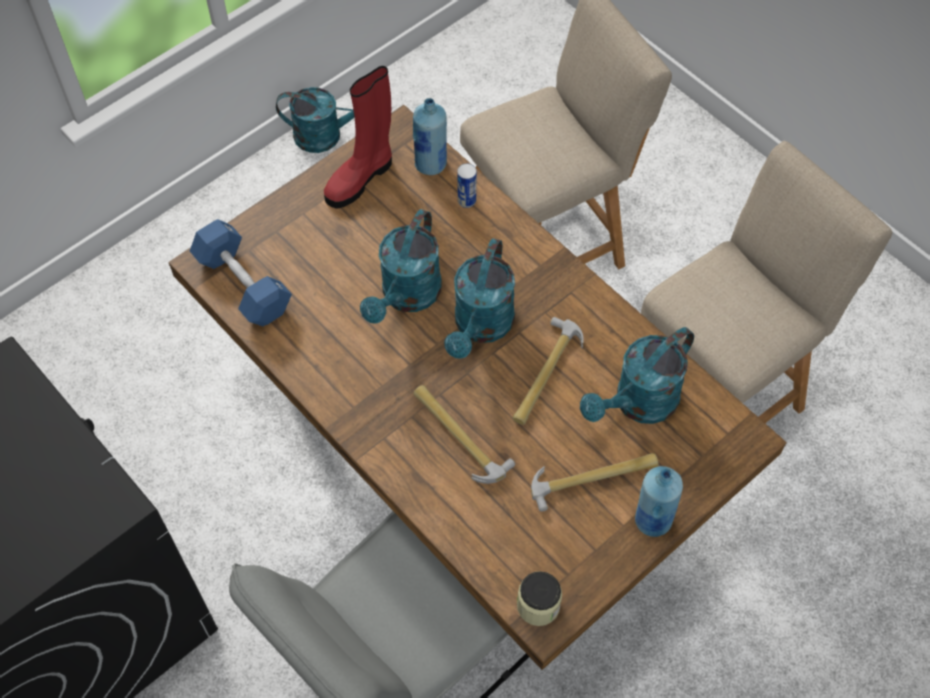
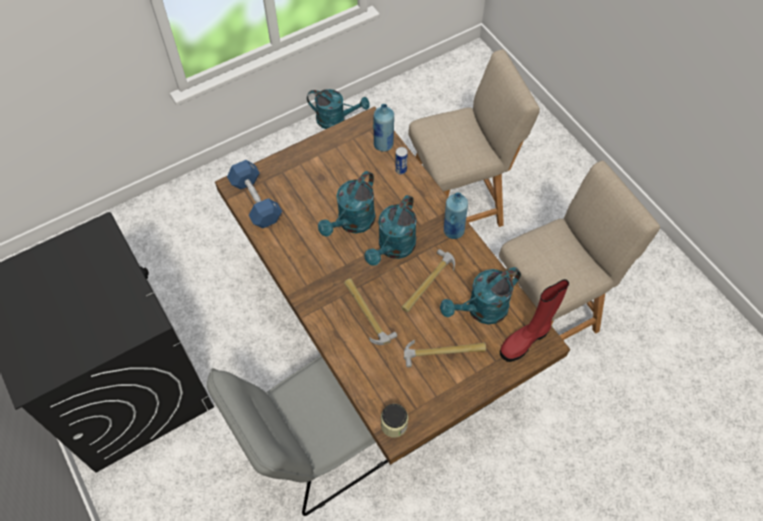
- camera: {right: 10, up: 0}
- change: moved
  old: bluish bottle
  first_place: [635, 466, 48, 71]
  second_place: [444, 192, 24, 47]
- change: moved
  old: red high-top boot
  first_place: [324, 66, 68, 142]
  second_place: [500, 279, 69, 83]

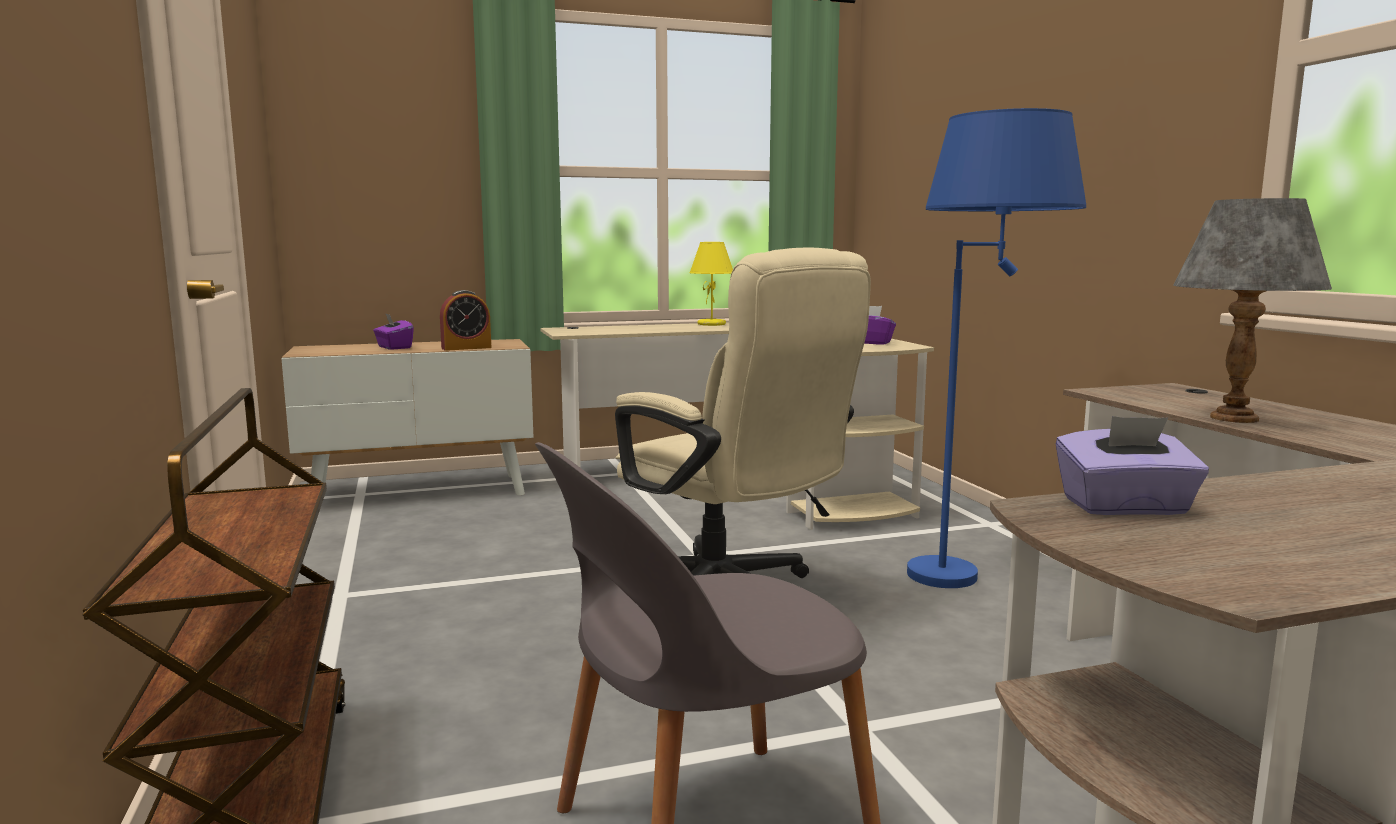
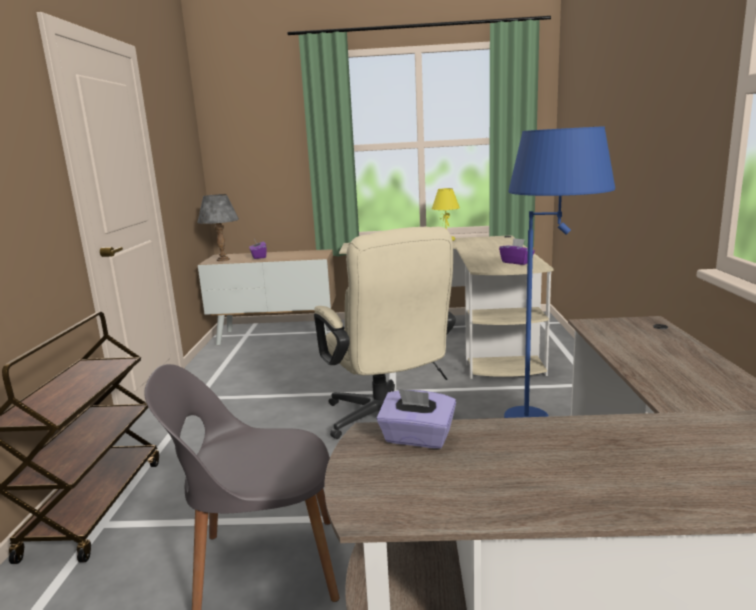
- camera: {right: 20, up: 5}
- change: moved
  old: gray tabletop lamp
  first_place: [1173, 198, 159, 225]
  second_place: [197, 194, 42, 67]
- change: removed
  old: table clock
  first_place: [440, 290, 51, 61]

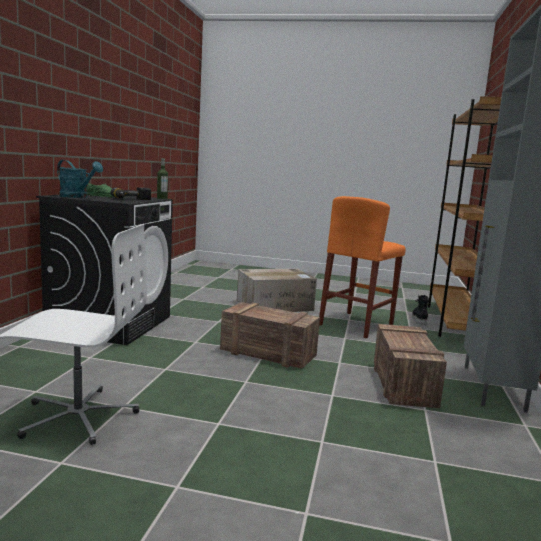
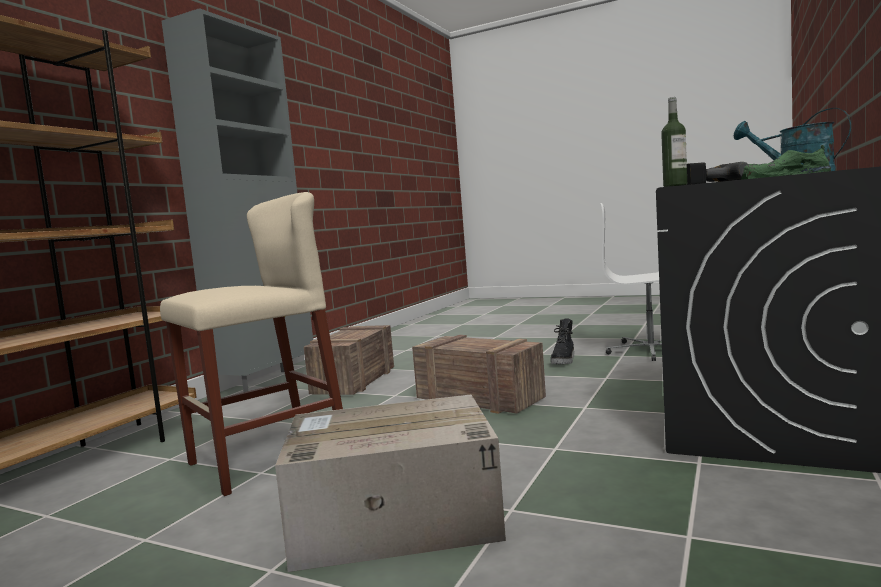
- camera: {right: -165, up: -5}
- change: recoloured
  old: orange-coloured stool
  new: beige stool
  first_place: [319, 196, 87, 142]
  second_place: [160, 192, 183, 304]
- change: moved
  old: black-coloured high-top boot
  first_place: [412, 294, 18, 31]
  second_place: [551, 318, 23, 46]

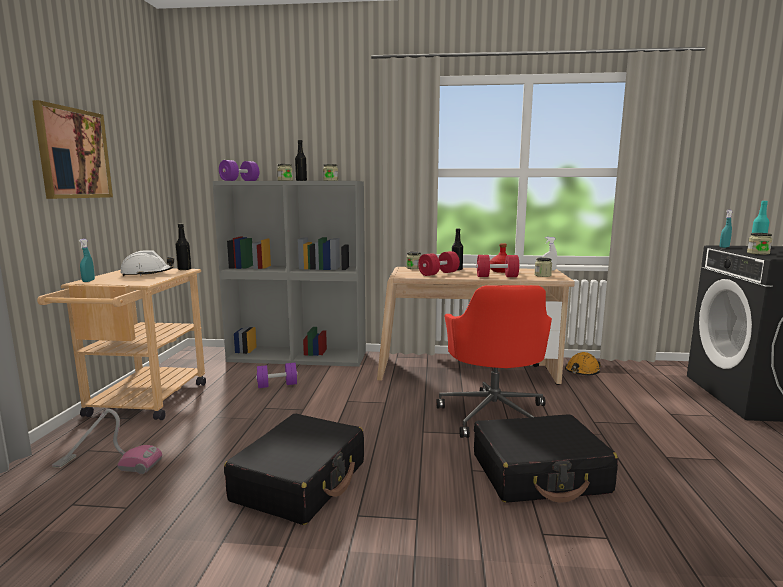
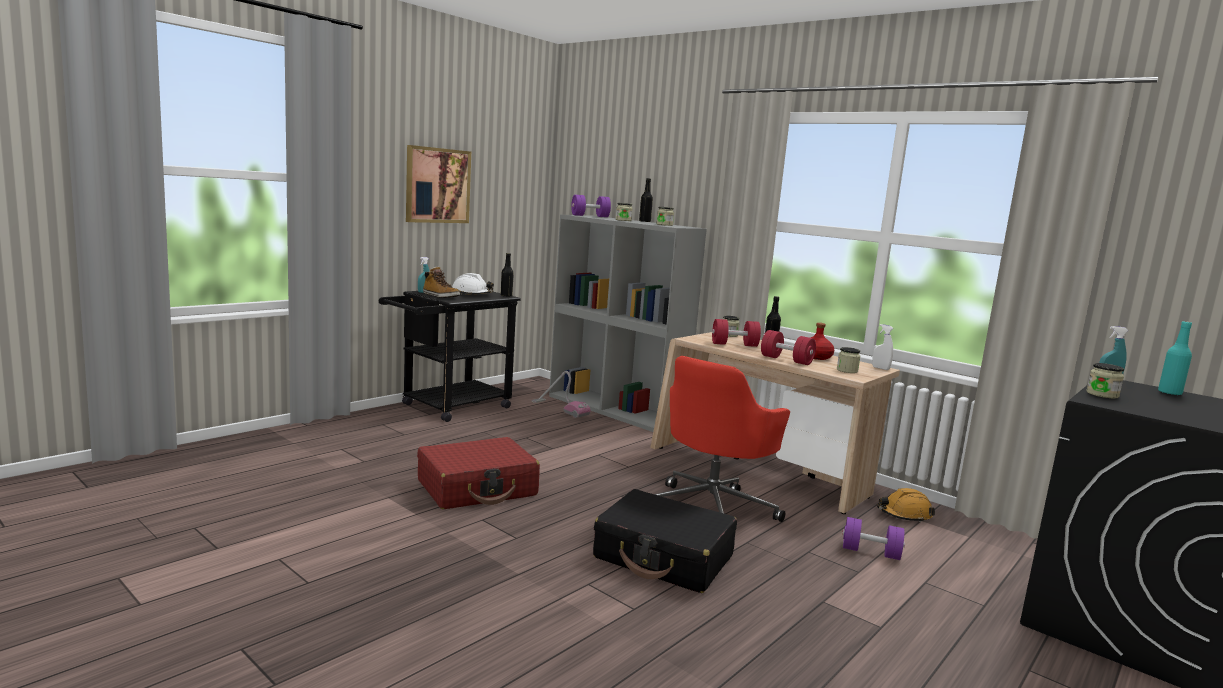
- camera: {right: 35, up: 0}
- change: recoloured
  old: beige cart
  new: black-coloured cart
  first_place: [37, 269, 169, 151]
  second_place: [379, 291, 142, 131]
- change: recoloured
  old: black-coloured suitcase
  new: red suitcase
  first_place: [224, 414, 140, 111]
  second_place: [417, 437, 123, 72]
- change: added
  new: high-top boot
  second_place: [423, 266, 37, 32]
- change: moved
  old: hoover
  first_place: [52, 409, 110, 65]
  second_place: [531, 371, 60, 47]
- change: moved
  old: purplish dumbbell
  first_place: [256, 363, 42, 25]
  second_place: [842, 517, 63, 43]

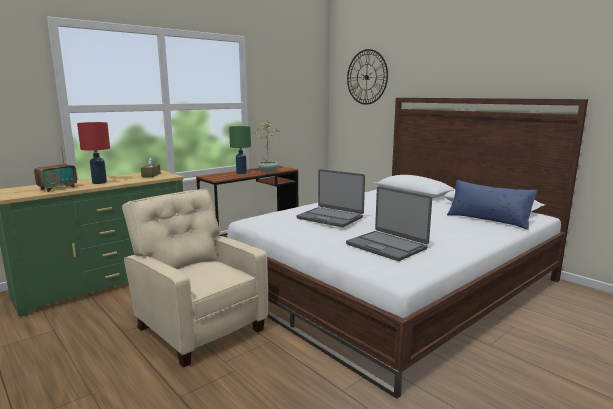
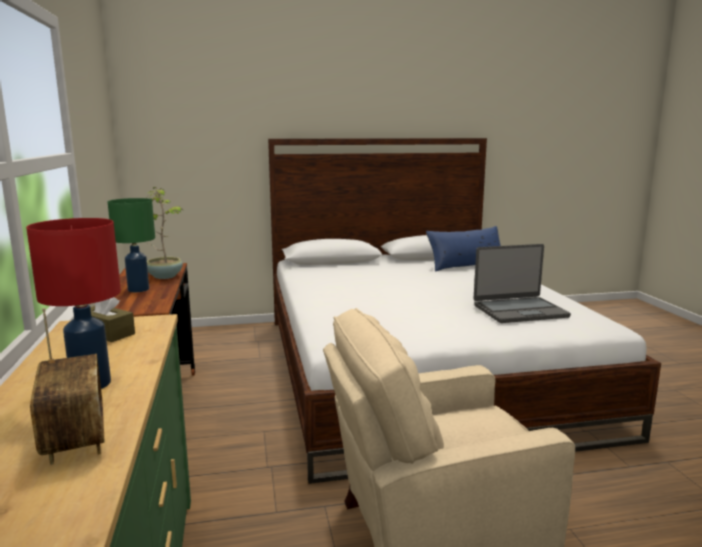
- camera: {right: -60, up: 0}
- change: removed
  old: laptop
  first_place: [297, 169, 68, 58]
- change: removed
  old: hanging clock
  first_place: [347, 49, 41, 56]

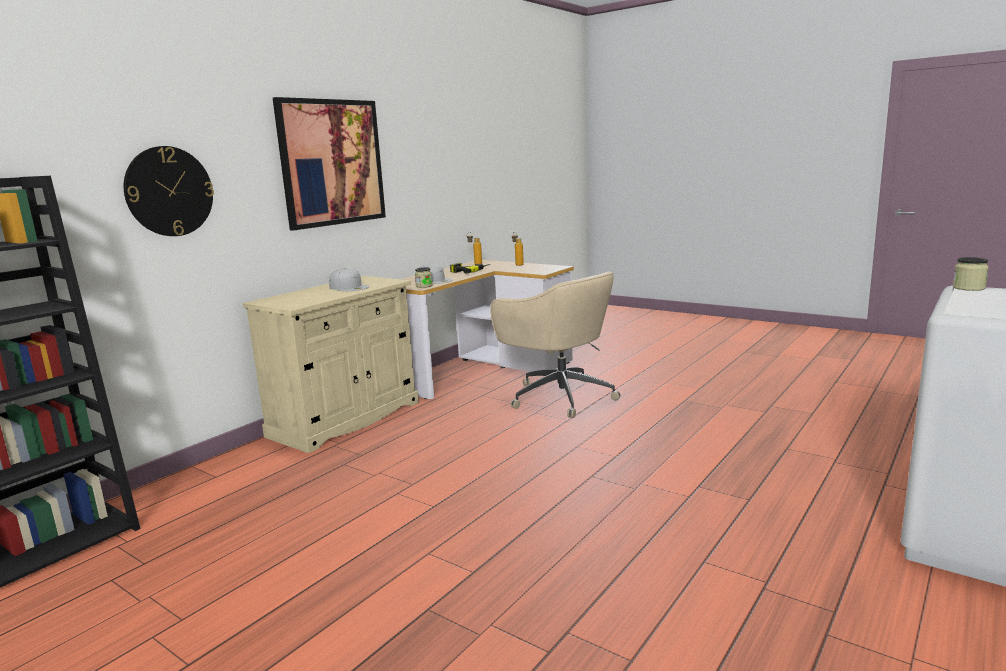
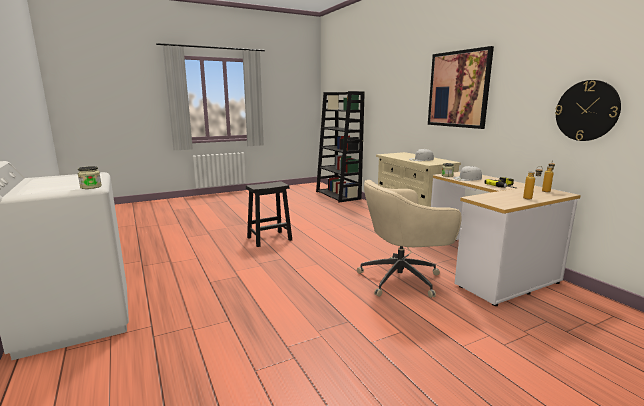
- camera: {right: 115, up: 0}
- change: added
  new: black-coloured stool
  second_place: [246, 181, 46, 66]
- change: moved
  old: hanging clock
  first_place: [124, 146, 90, 90]
  second_place: [555, 80, 66, 61]

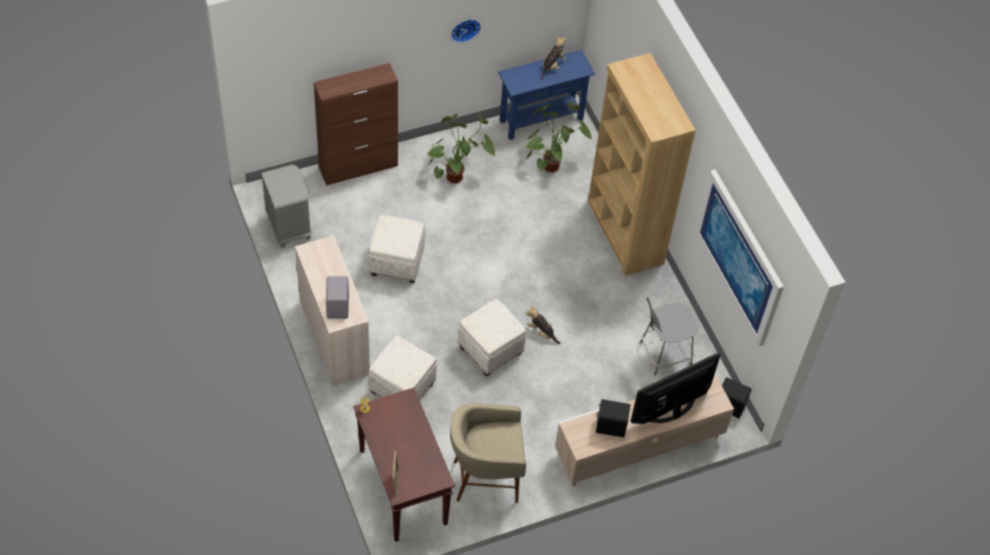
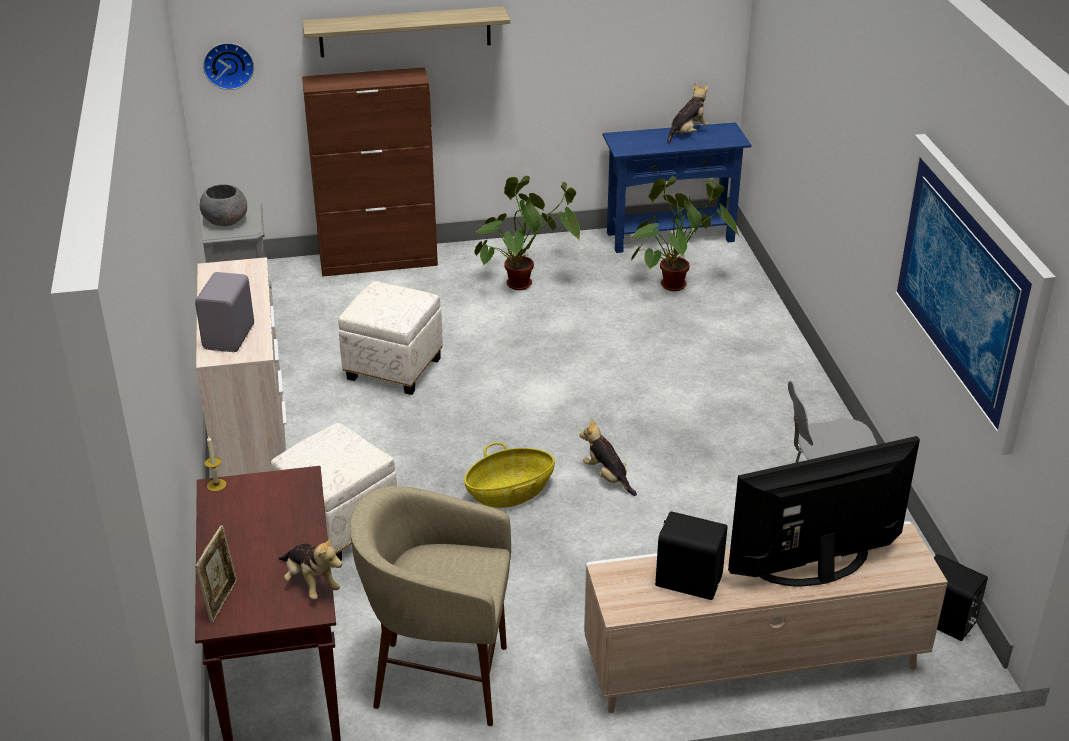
- camera: {right: 15, up: -20}
- change: added
  new: gray bowl
  second_place: [200, 184, 47, 42]
- change: moved
  old: hanging clock
  first_place: [451, 19, 30, 24]
  second_place: [203, 43, 51, 47]
- change: added
  new: cuddly toy
  second_place: [278, 535, 64, 64]
- change: added
  new: shelf
  second_place: [302, 6, 208, 51]
- change: replaced
  old: whitish pouffe
  new: storage basket
  first_place: [458, 299, 68, 78]
  second_place: [464, 442, 91, 66]
- change: removed
  old: brown-coloured bookshelf
  first_place: [588, 53, 108, 223]

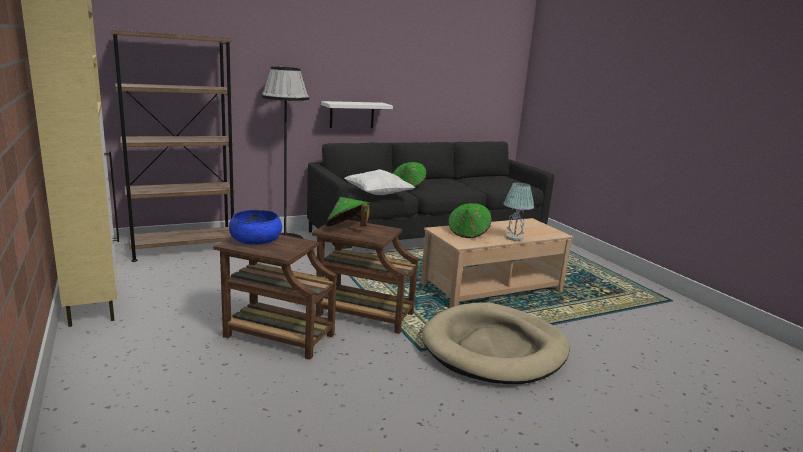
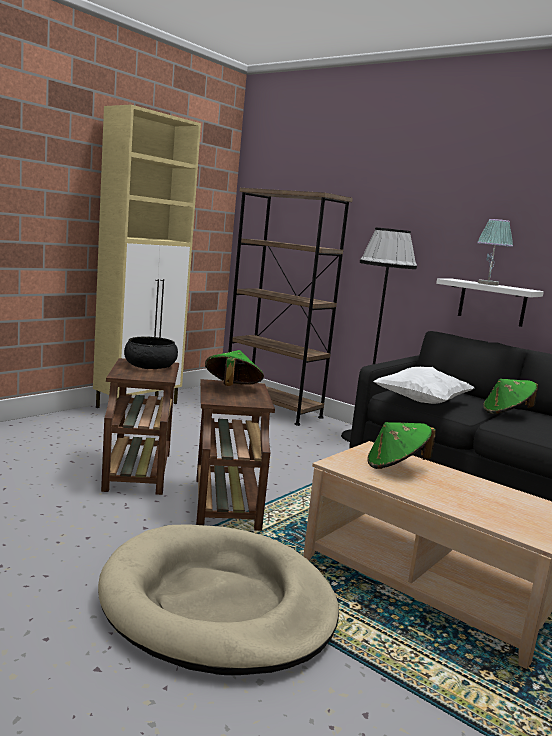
- camera: {right: 65, up: -5}
- change: recoloured
  old: bluish bowl
  new: black-coloured bowl
  first_place: [229, 210, 53, 35]
  second_place: [124, 336, 54, 33]
- change: moved
  old: tabletop lamp
  first_place: [503, 182, 31, 59]
  second_place: [477, 219, 36, 66]

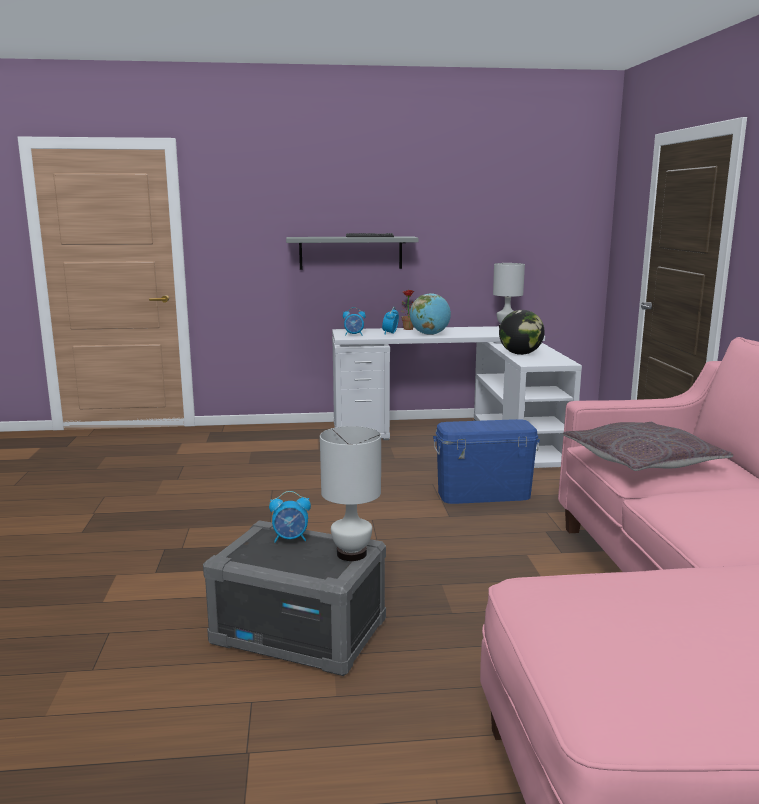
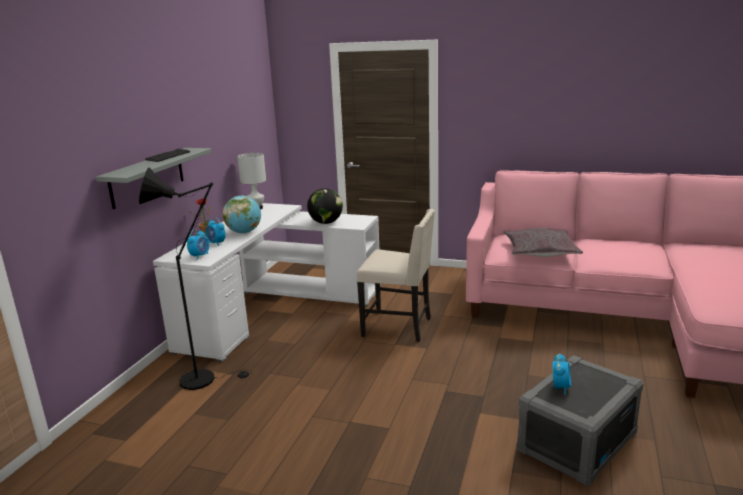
- camera: {right: -65, up: 5}
- change: added
  new: black-coloured standing lamp
  second_place: [139, 168, 113, 222]
- change: replaced
  old: bluish storage container
  new: beige plain chair
  first_place: [433, 419, 107, 85]
  second_place: [356, 209, 79, 133]
- change: removed
  old: whitish tabletop lamp
  first_place: [320, 426, 61, 135]

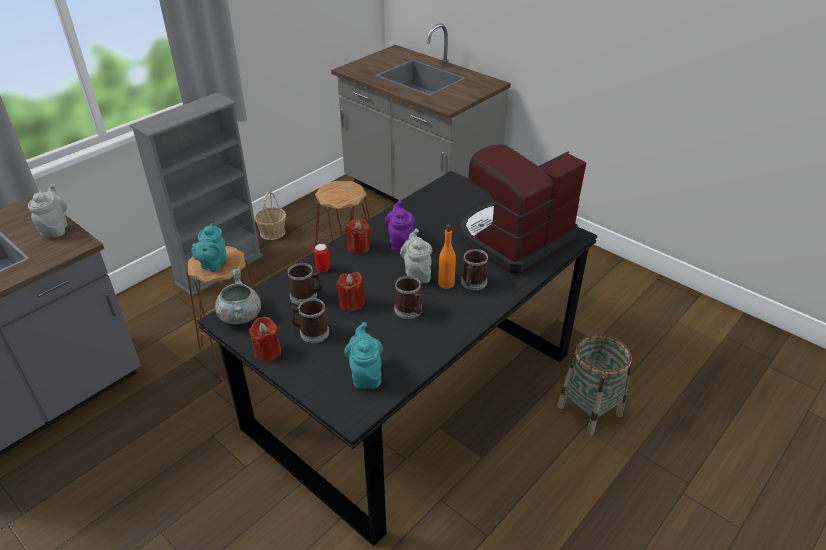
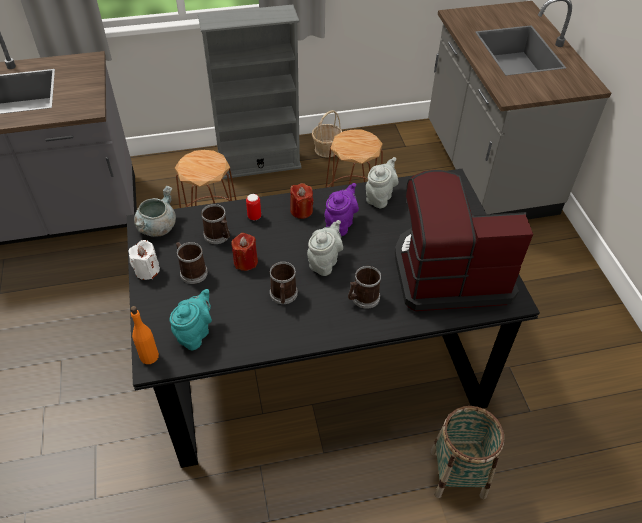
- camera: {right: 35, up: 10}
- change: recoloured
  old: red candle
  new: whitish candle
  first_place: [249, 317, 32, 44]
  second_place: [128, 240, 32, 40]
- change: moved
  old: orange-coloured bottle
  first_place: [438, 224, 18, 65]
  second_place: [130, 306, 29, 58]
- change: moved
  old: gray tea pot
  first_place: [28, 184, 40, 54]
  second_place: [366, 157, 32, 51]
- change: removed
  old: turquoise tea pot
  first_place: [191, 223, 36, 49]

